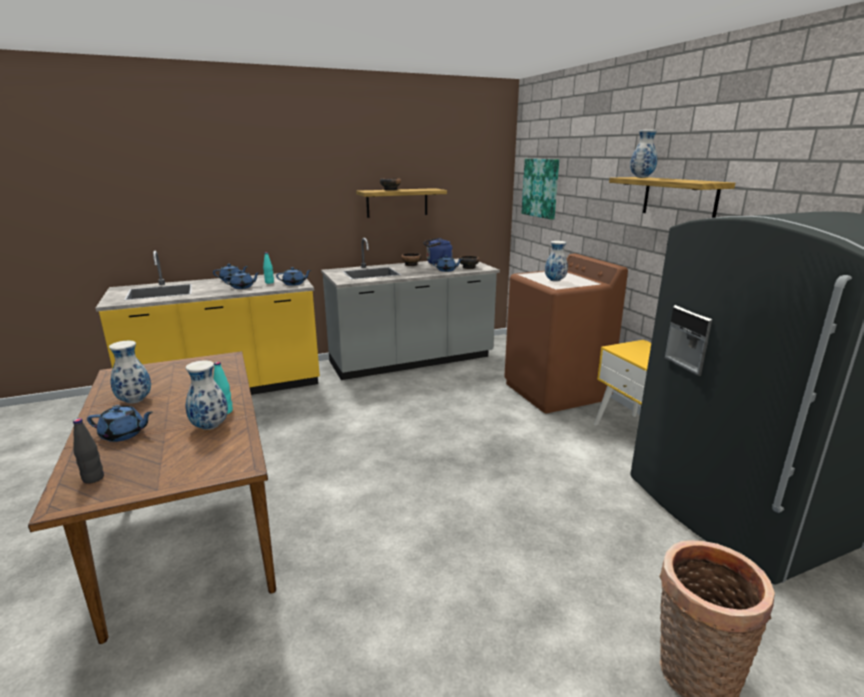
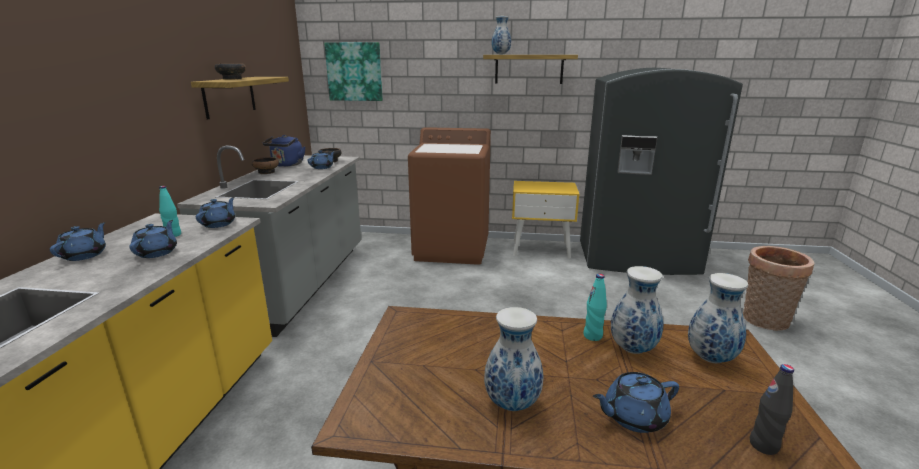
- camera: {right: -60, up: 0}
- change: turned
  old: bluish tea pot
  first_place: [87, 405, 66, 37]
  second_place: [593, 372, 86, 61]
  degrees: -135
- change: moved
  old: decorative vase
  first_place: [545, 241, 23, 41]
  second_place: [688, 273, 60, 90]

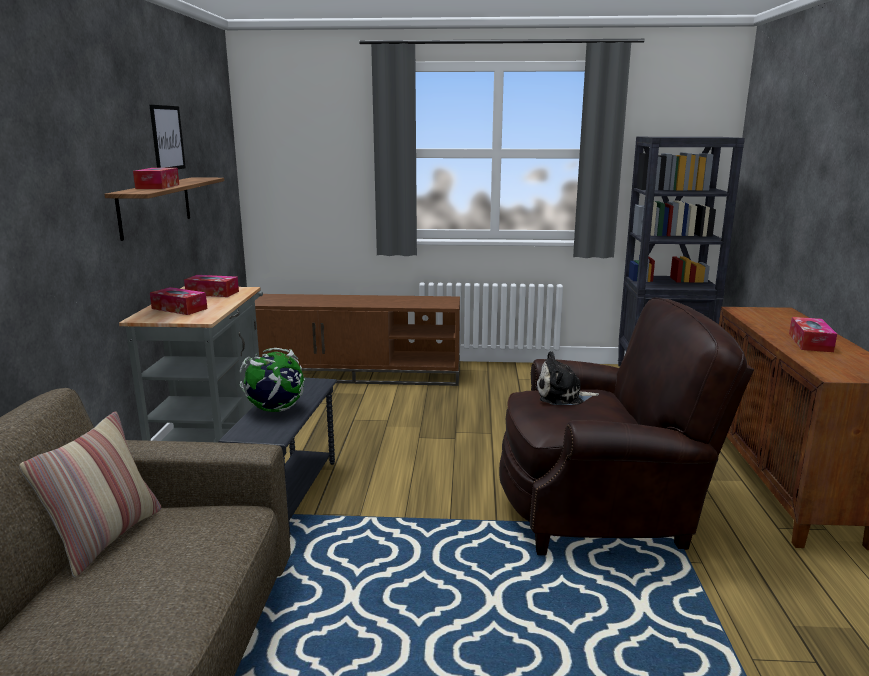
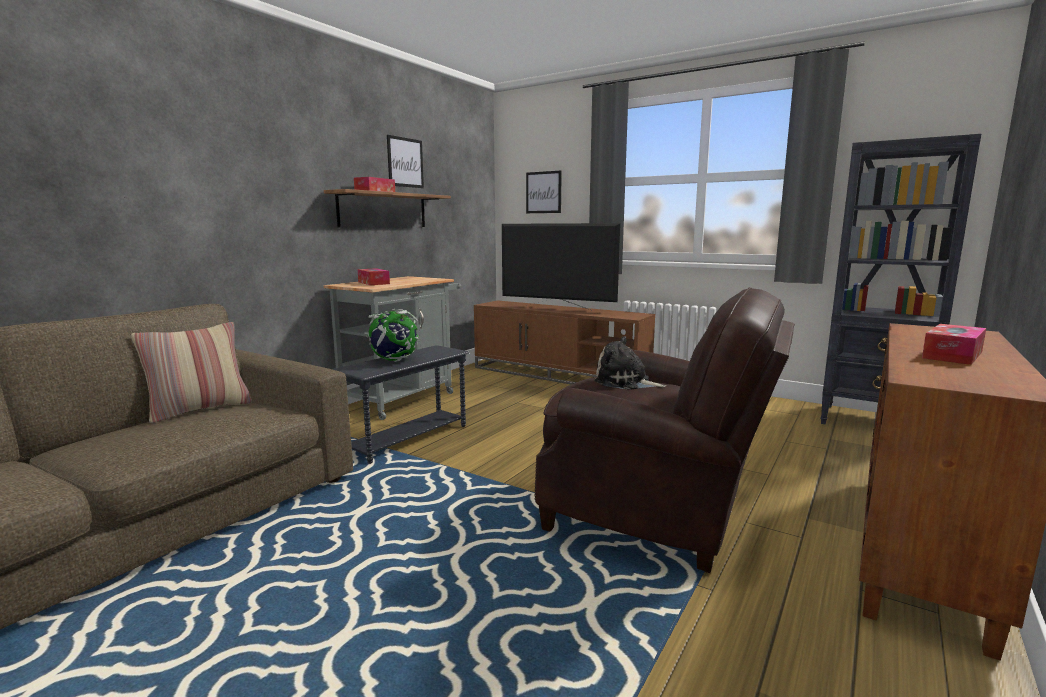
- camera: {right: 30, up: -5}
- change: added
  new: TV set
  second_place: [502, 223, 118, 88]
- change: added
  new: wall art
  second_place: [526, 171, 36, 42]
- change: removed
  old: tissue holder
  first_place: [184, 275, 55, 22]

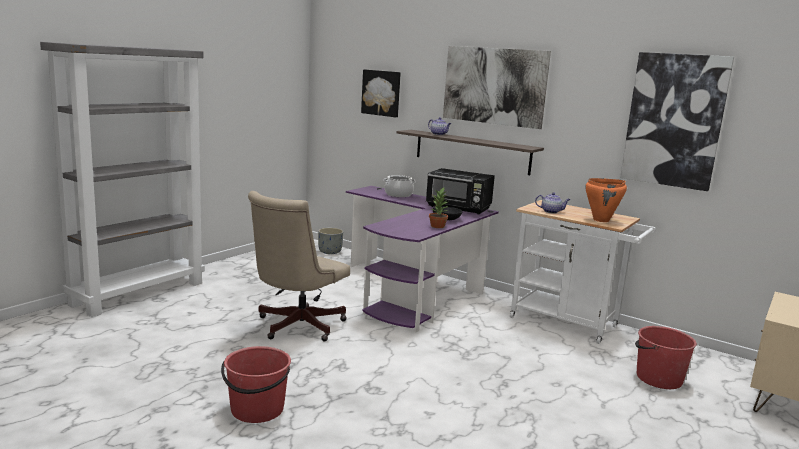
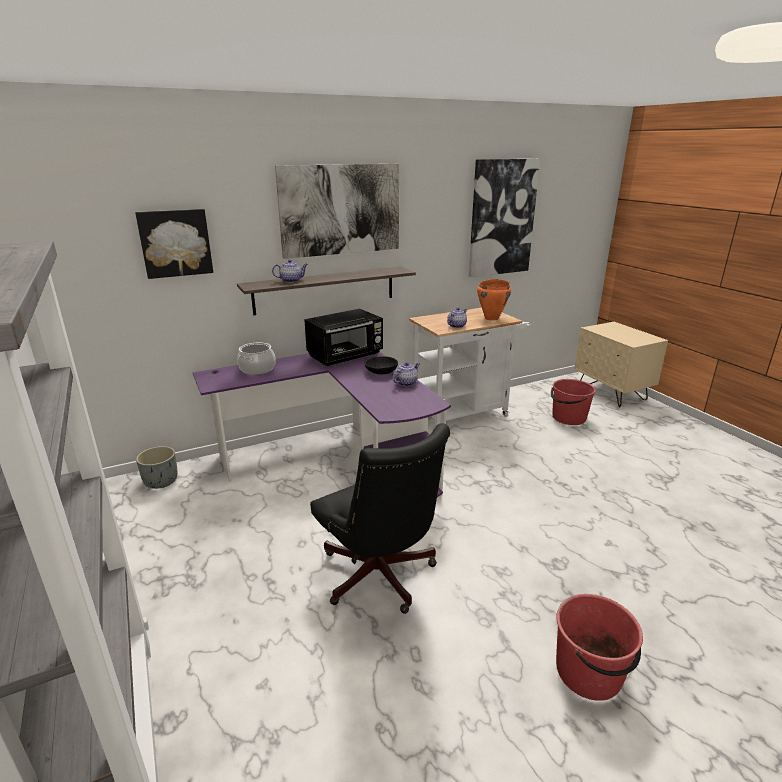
- camera: {right: -60, up: 10}
- change: recoloured
  old: beige office chair
  new: black-coloured office chair
  first_place: [248, 191, 102, 150]
  second_place: [310, 423, 140, 191]
- change: replaced
  old: potted plant
  new: tea pot
  first_place: [429, 188, 19, 40]
  second_place: [393, 362, 26, 24]

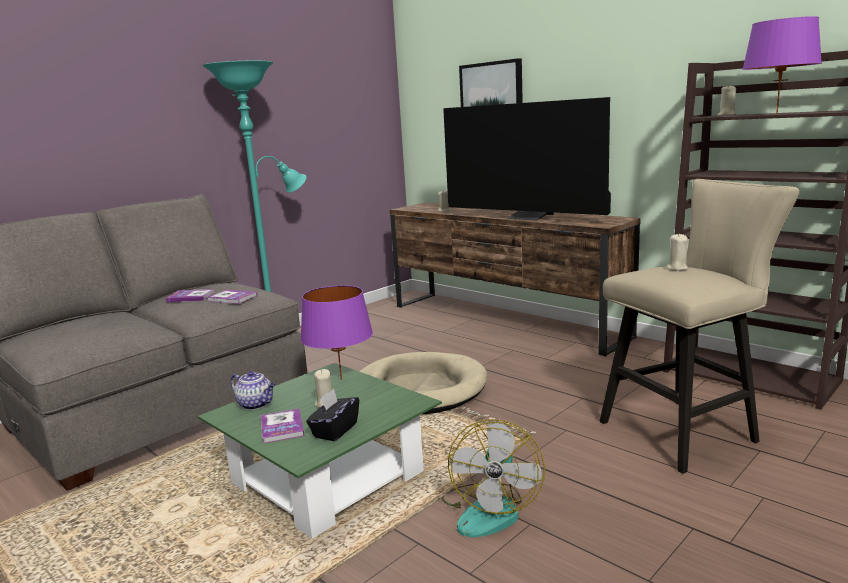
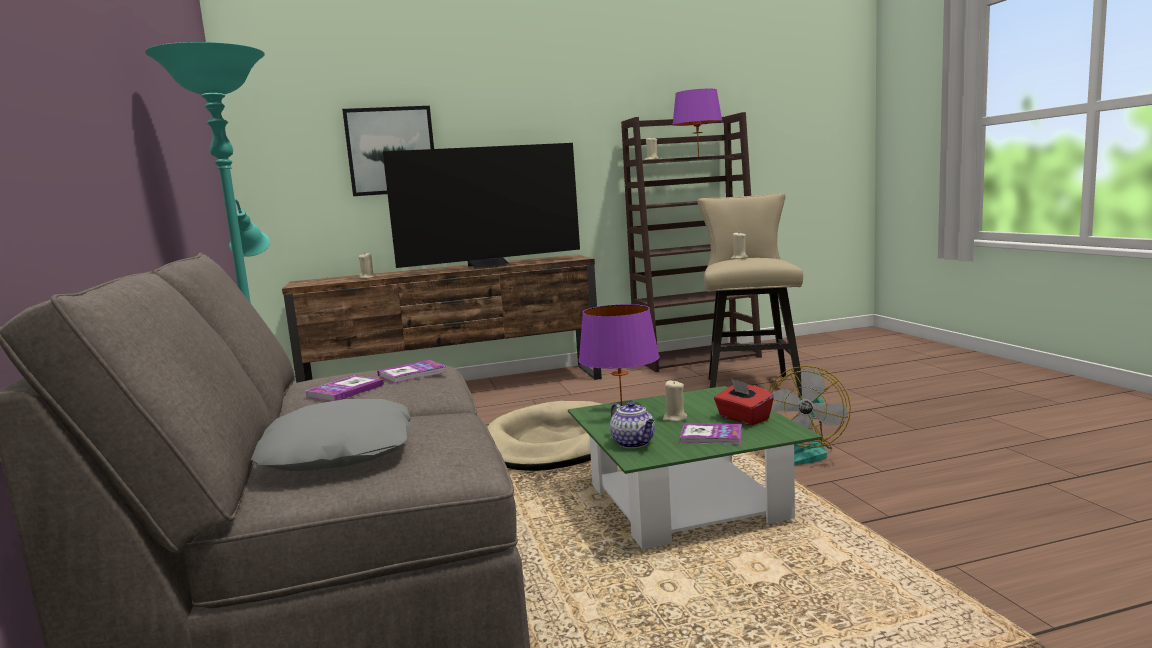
- camera: {right: -60, up: -5}
- change: added
  new: gray pillow
  second_place: [251, 399, 160, 72]
- change: turned
  old: tea pot
  first_place: [230, 371, 45, 39]
  second_place: [610, 401, 45, 47]
  degrees: 90
- change: recoloured
  old: black-coloured tissue holder
  new: red tissue holder
  first_place: [306, 389, 53, 52]
  second_place: [714, 379, 60, 47]
- change: turned
  old: fan
  first_place: [442, 419, 103, 118]
  second_place: [769, 366, 82, 99]
  degrees: 75

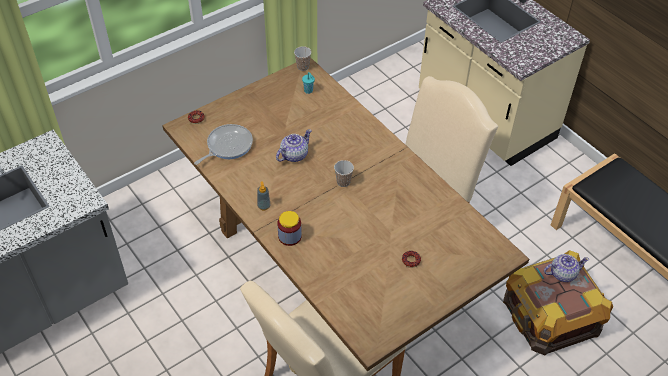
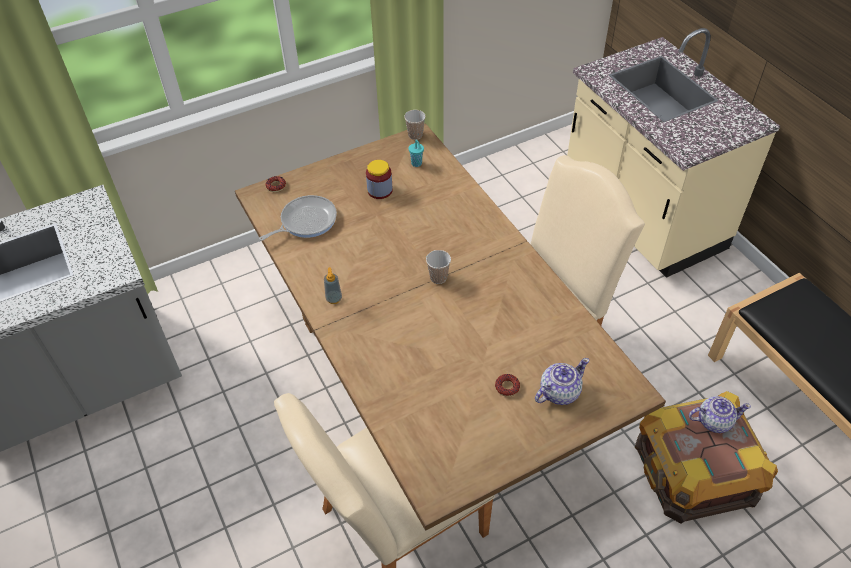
- camera: {right: 10, up: 0}
- change: moved
  old: storage jar
  first_place: [277, 211, 25, 35]
  second_place: [366, 160, 27, 39]
- change: moved
  old: tea pot
  first_place: [276, 129, 36, 33]
  second_place: [535, 358, 54, 47]

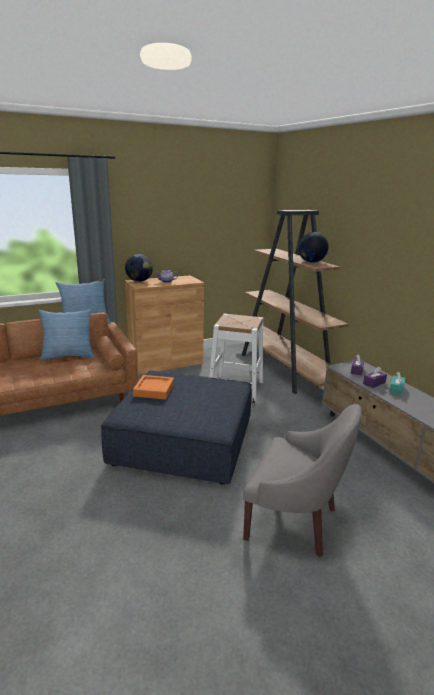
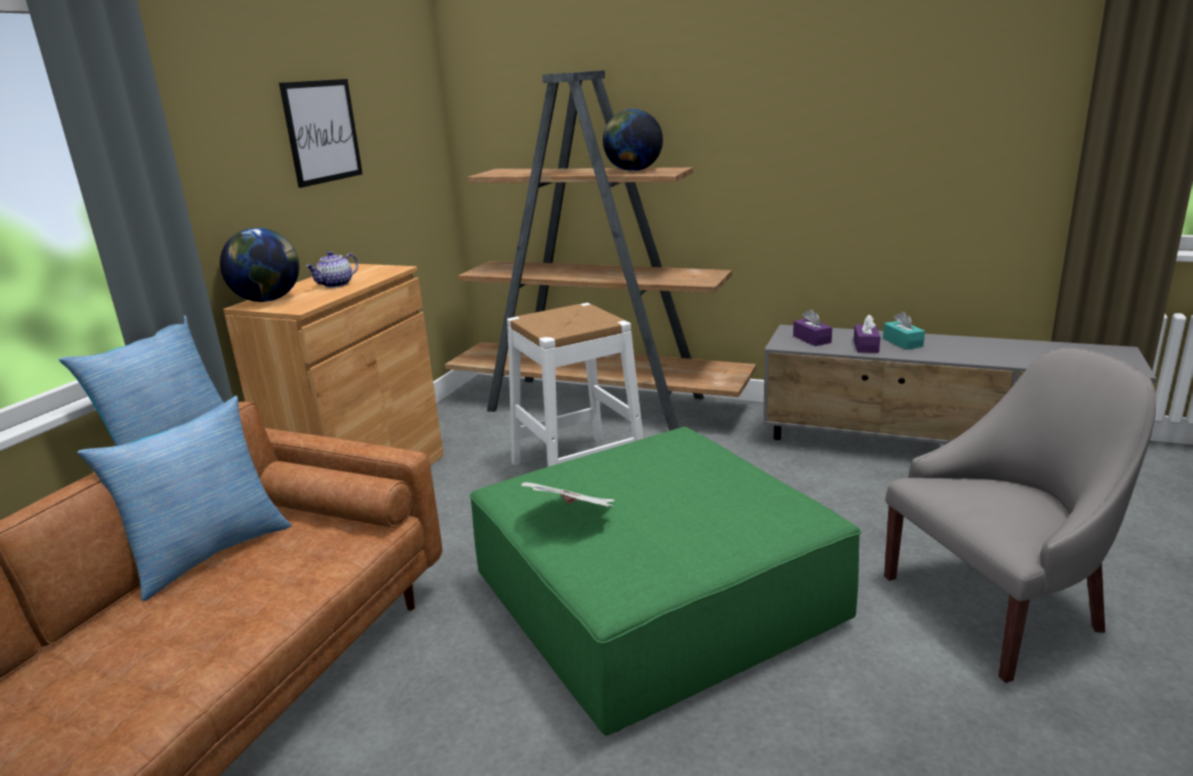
- camera: {right: -40, up: 0}
- change: added
  new: wall art
  second_place: [279, 79, 84, 109]
- change: recoloured
  old: bluish pouffe
  new: green-coloured pouffe
  first_place: [101, 371, 151, 114]
  second_place: [469, 427, 393, 308]
- change: replaced
  old: orange-coloured carrying tray
  new: daily paper
  first_place: [133, 375, 41, 25]
  second_place: [521, 482, 93, 25]

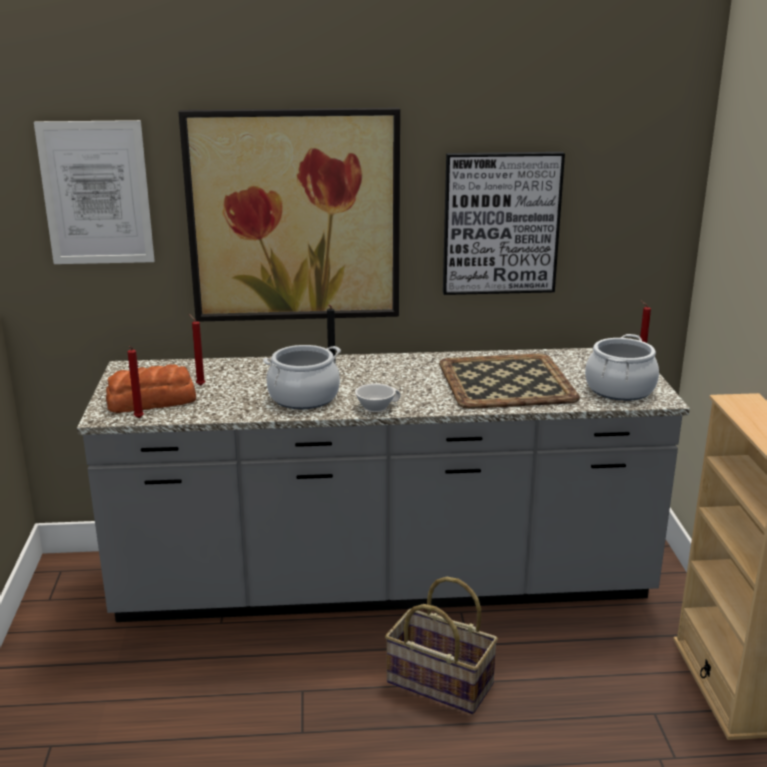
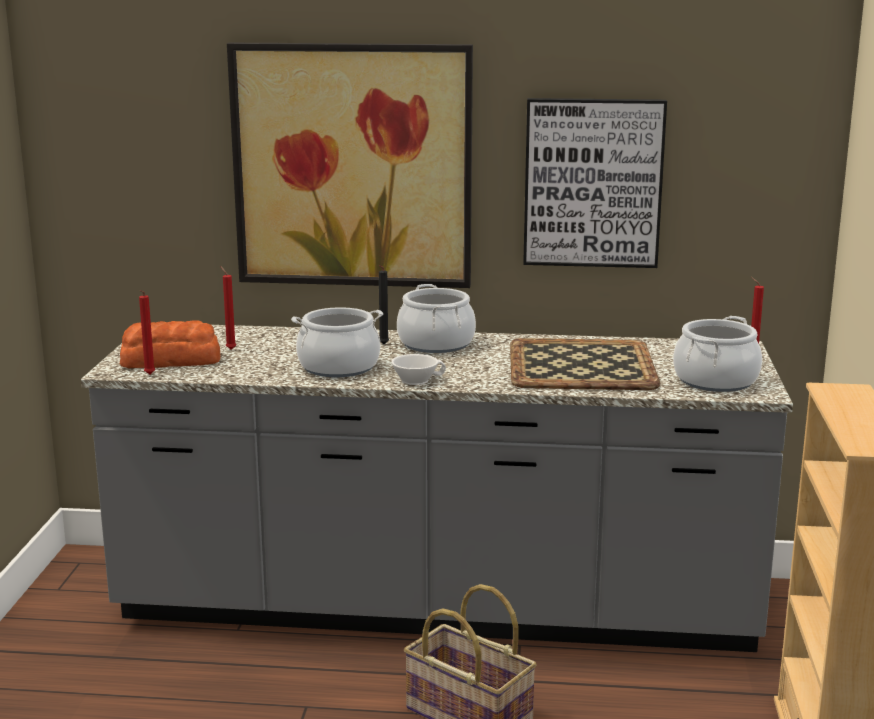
- camera: {right: 10, up: -5}
- change: added
  new: stockpot
  second_place: [397, 284, 79, 69]
- change: removed
  old: wall art
  first_place: [34, 120, 121, 144]

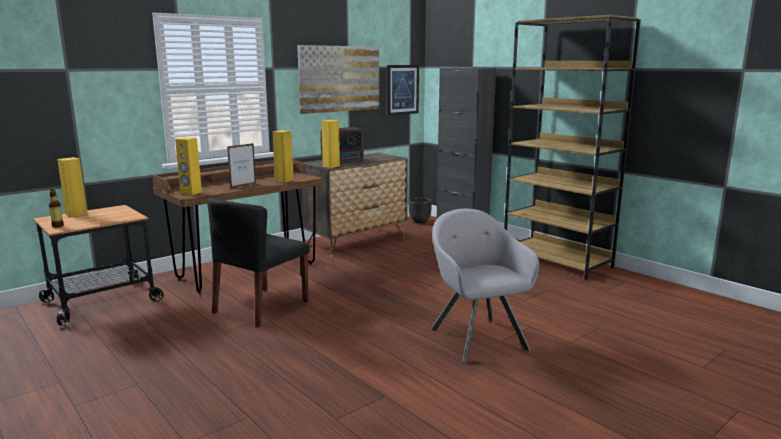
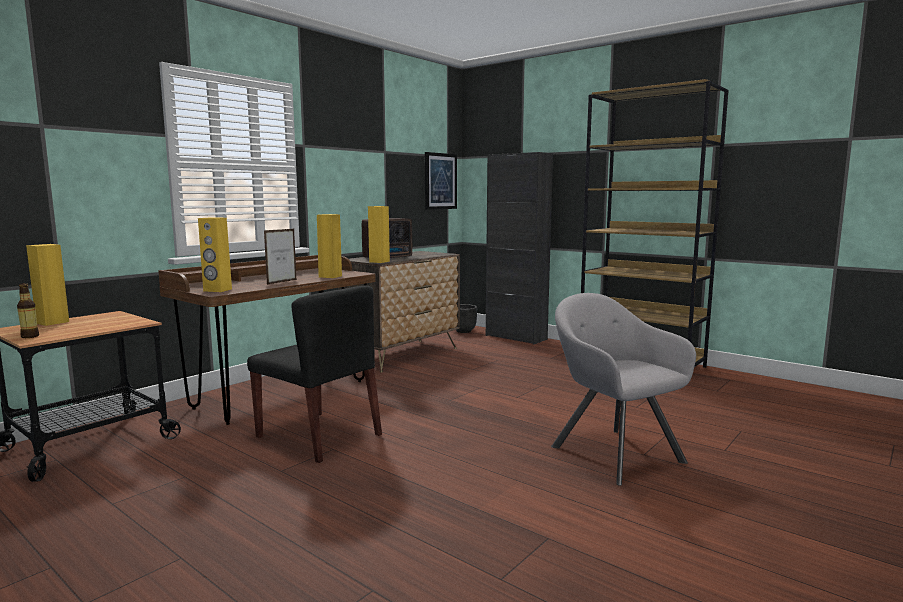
- camera: {right: -10, up: -5}
- change: turned
  old: black-coloured plain chair
  first_place: [207, 197, 103, 131]
  second_place: [247, 285, 135, 178]
  degrees: -75
- change: removed
  old: wall art
  first_place: [297, 45, 82, 69]

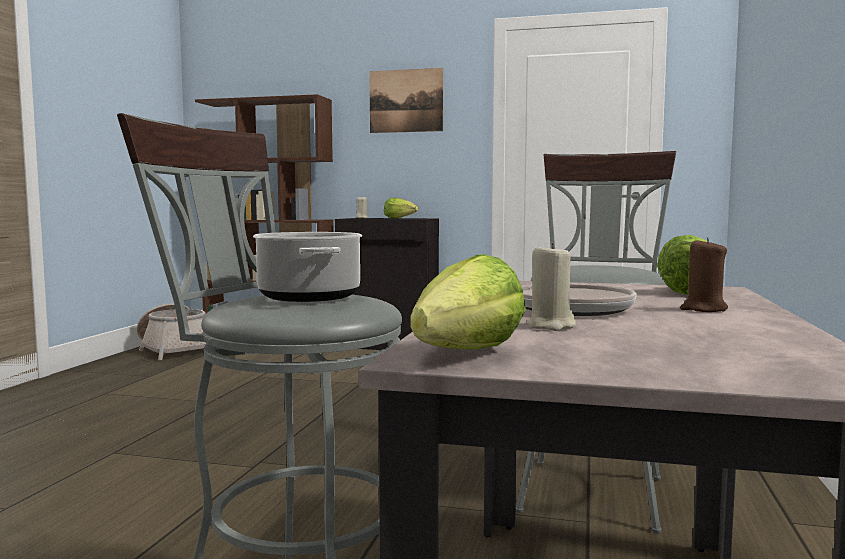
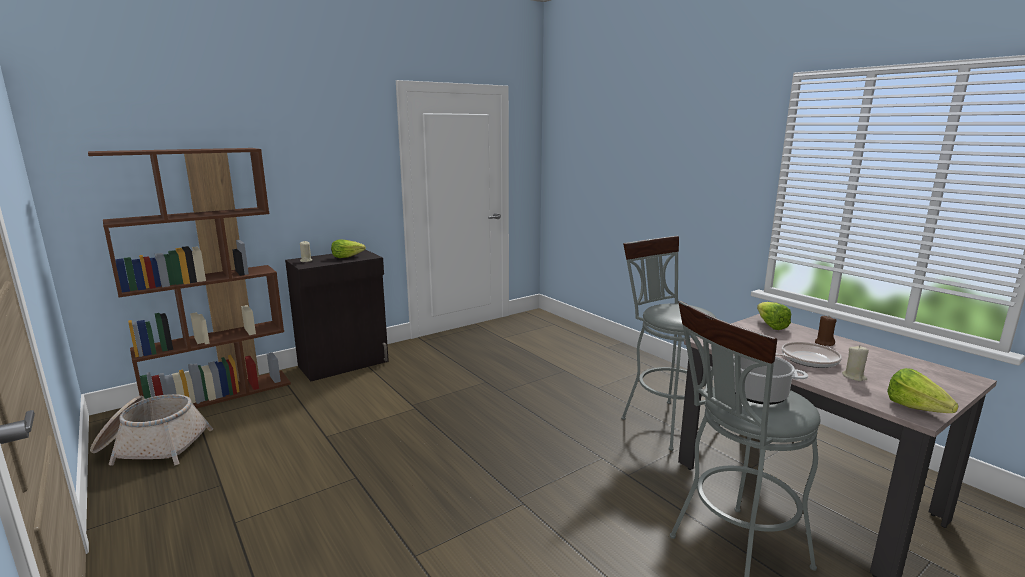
- camera: {right: -50, up: 10}
- change: removed
  old: wall art
  first_place: [370, 68, 73, 65]

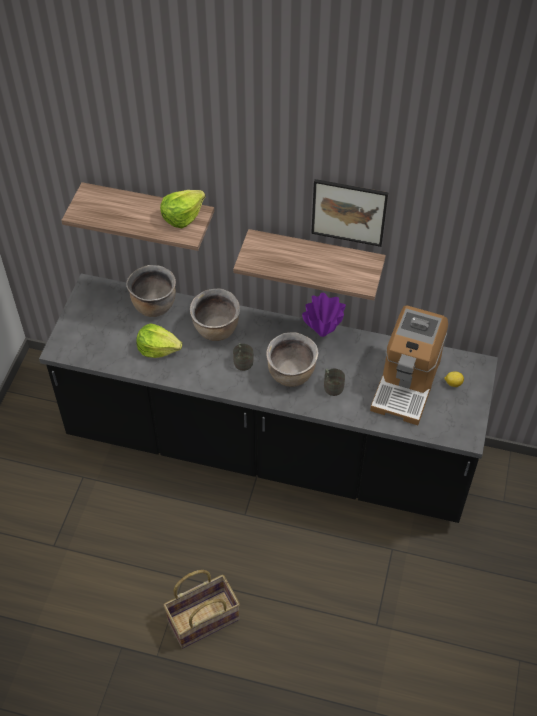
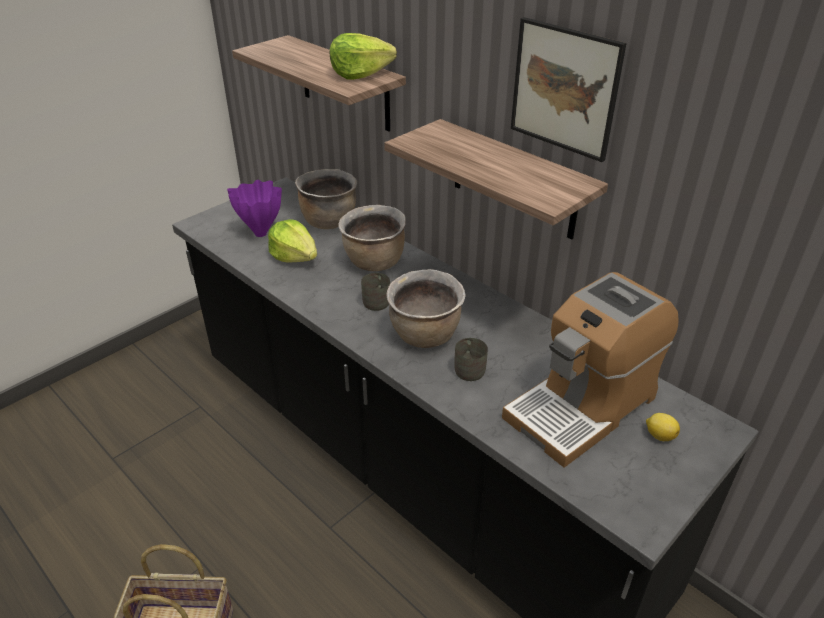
- camera: {right: 30, up: -15}
- change: moved
  old: purplish decorative vase
  first_place: [302, 293, 44, 44]
  second_place: [227, 180, 55, 57]

